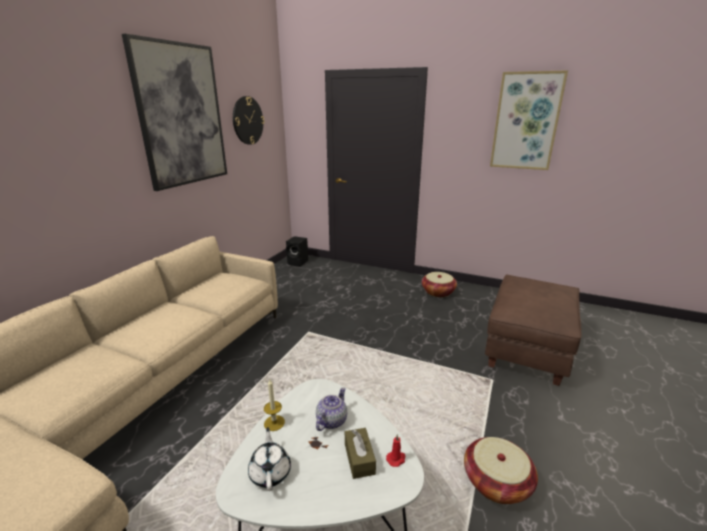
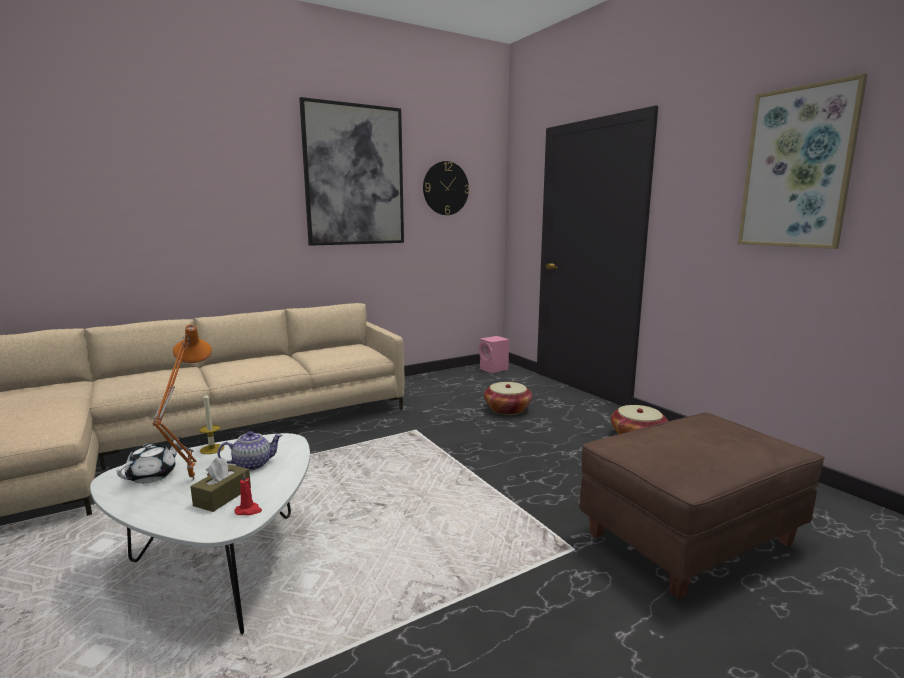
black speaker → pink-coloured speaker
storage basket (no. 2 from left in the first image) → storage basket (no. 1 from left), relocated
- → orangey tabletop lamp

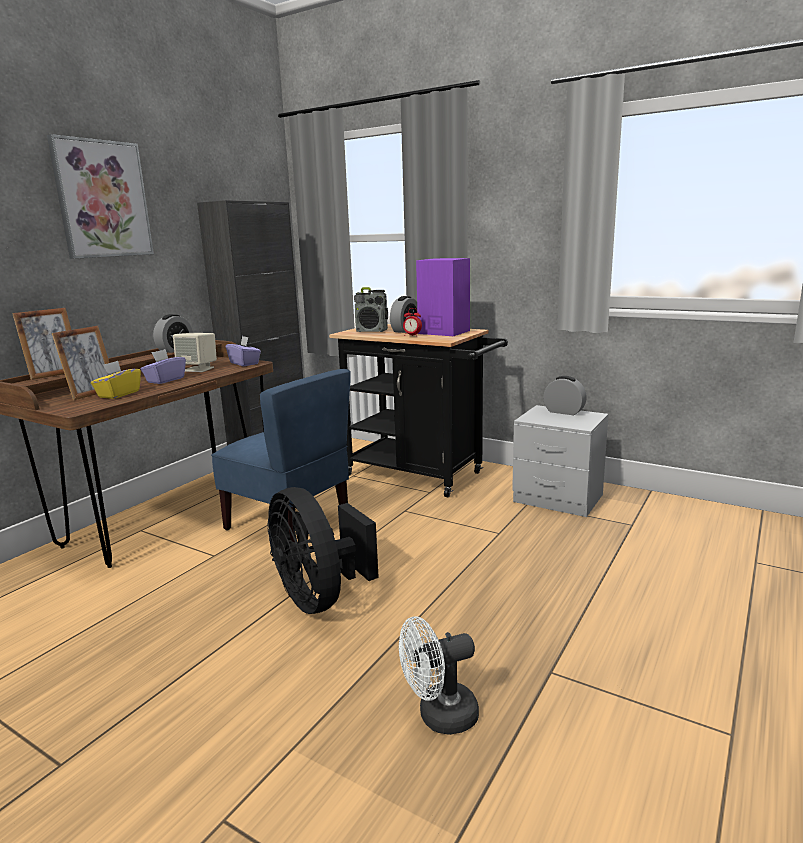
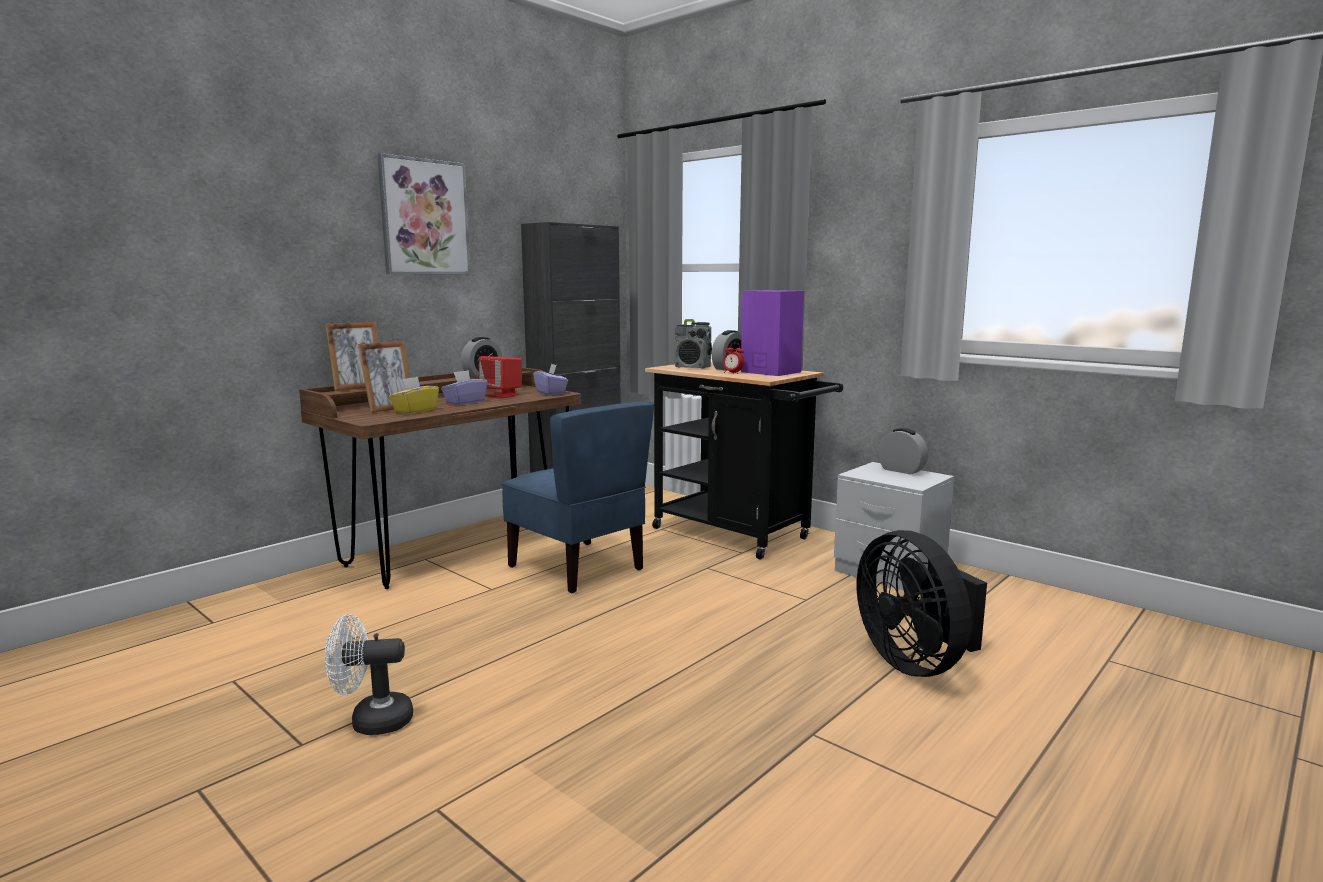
beige speaker → reddish speaker
black fan, relocated
white-coloured fan, relocated

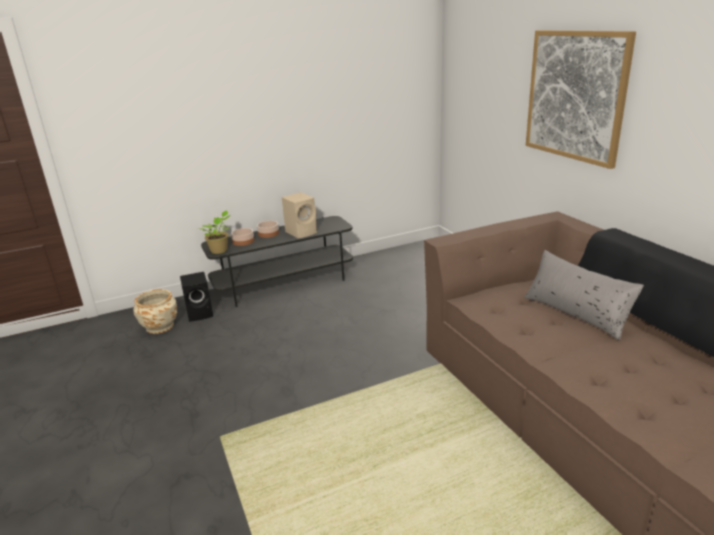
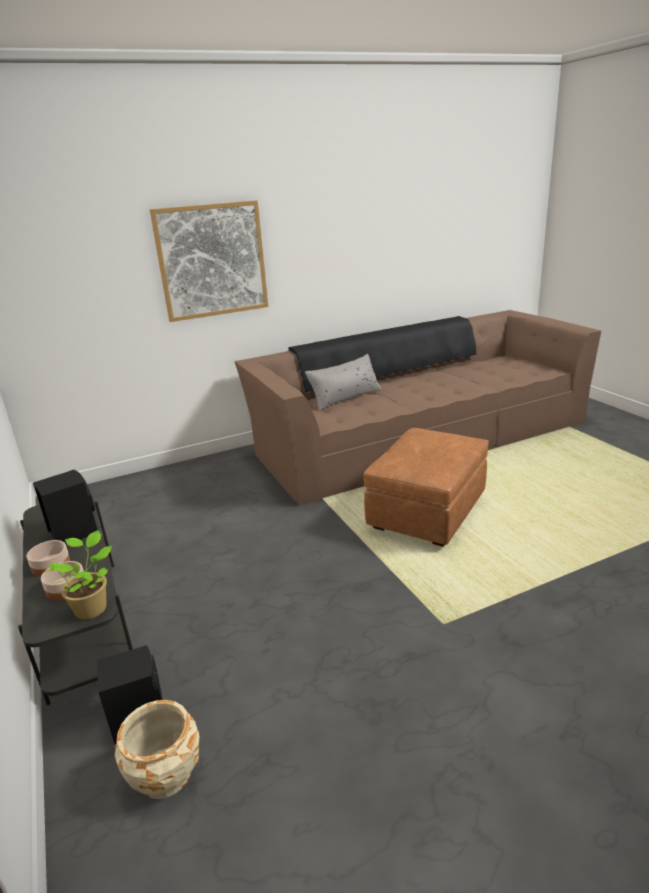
beige speaker → black speaker (no. 1 from left)
- → brown-coloured footrest

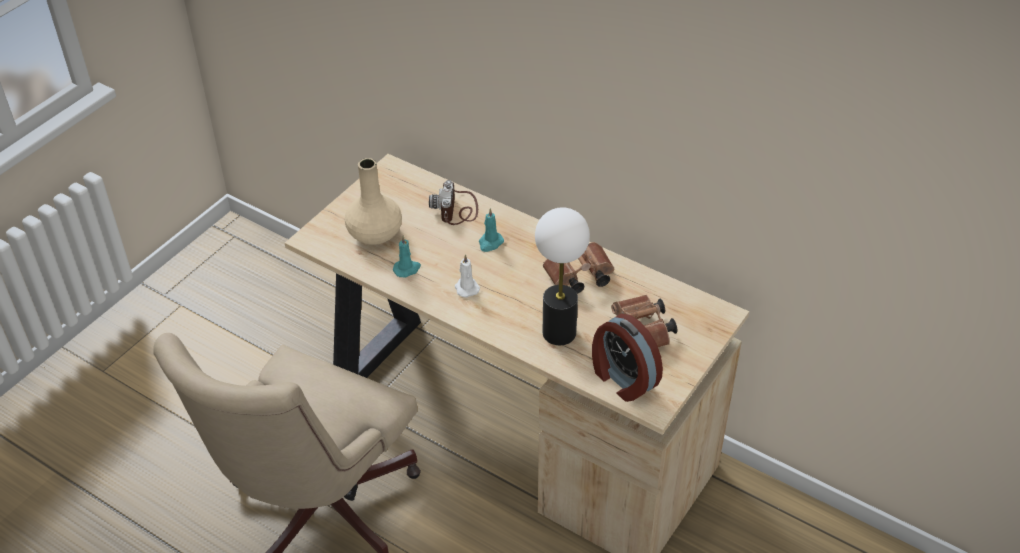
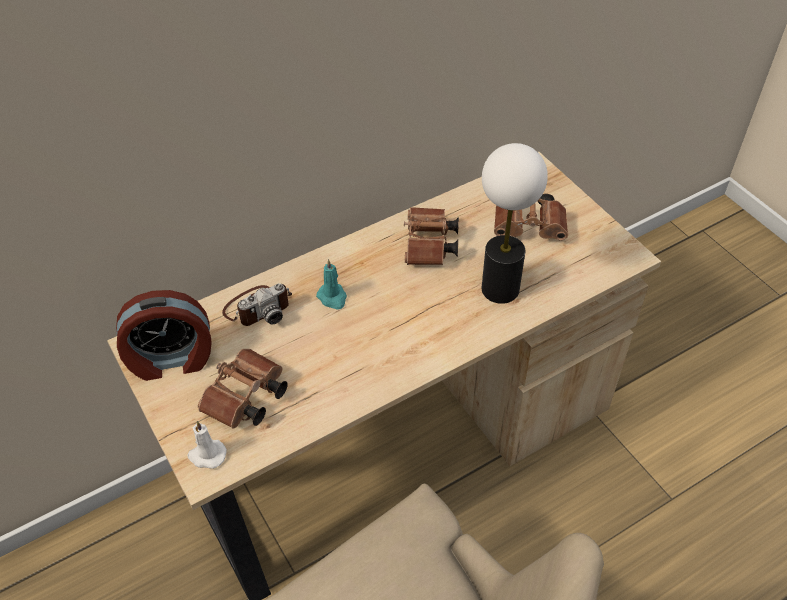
beige flower vase → brown-coloured binoculars (no. 1 from left)
photo camera, 60 degrees counterclockwise
turquoise candle (no. 1 from left) → -
white-coloured candle, relocated
table clock, relocated

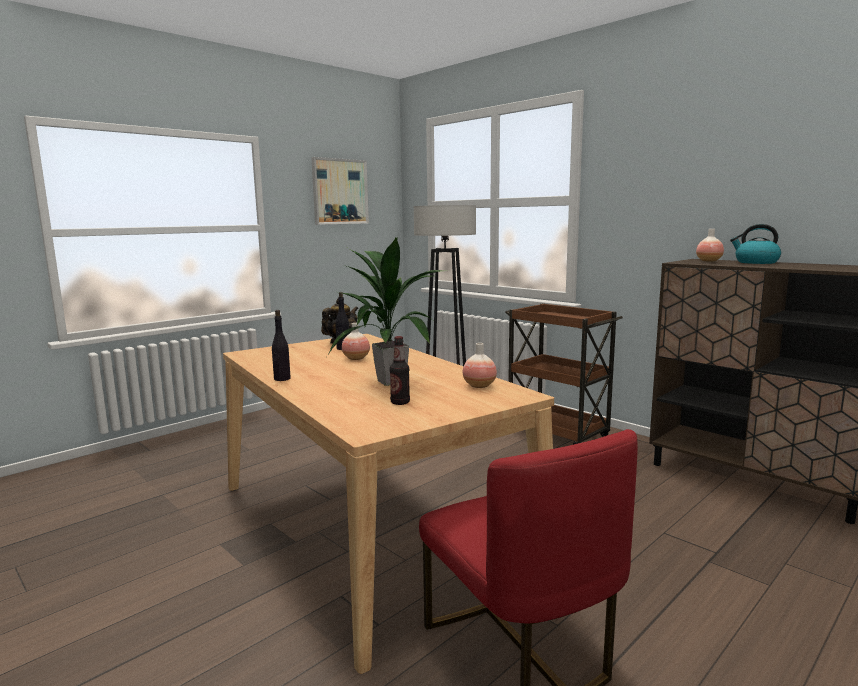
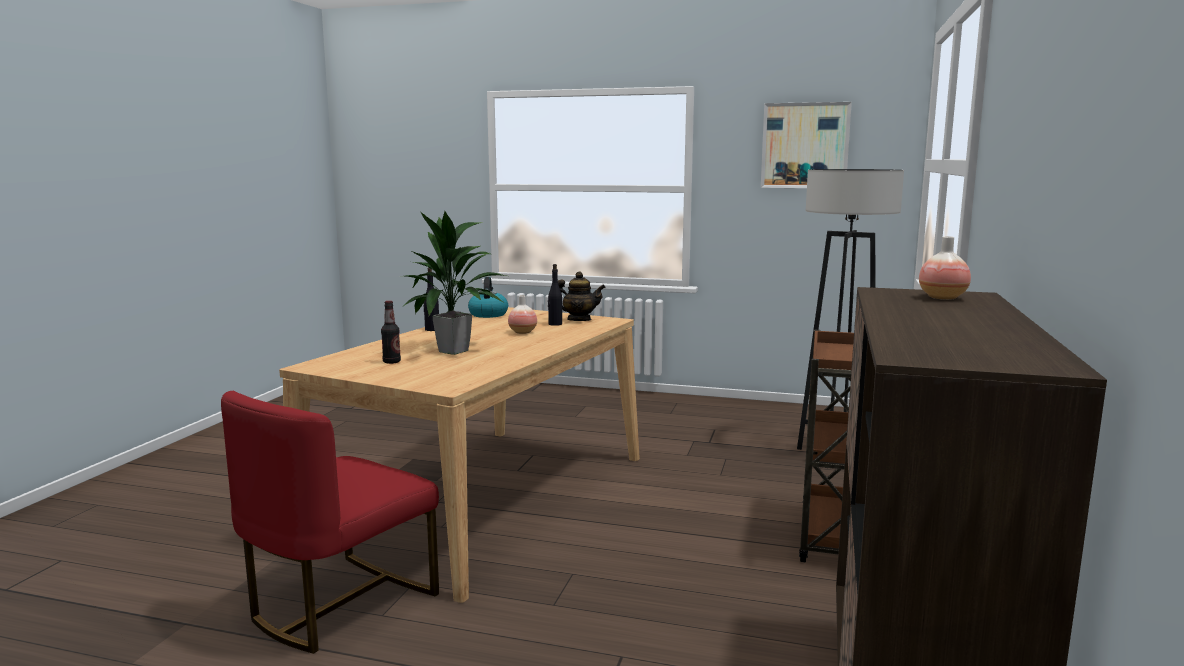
kettle, relocated
flower vase (no. 2 from left) → -

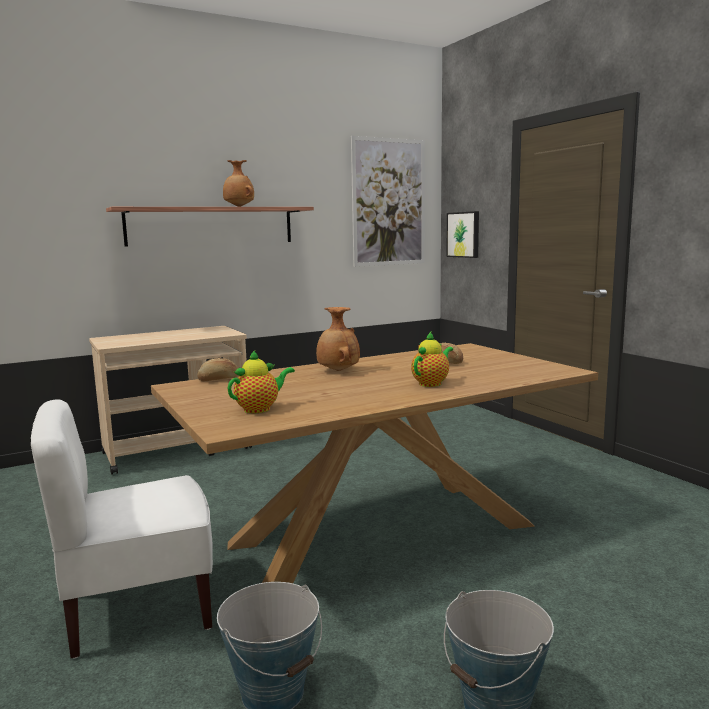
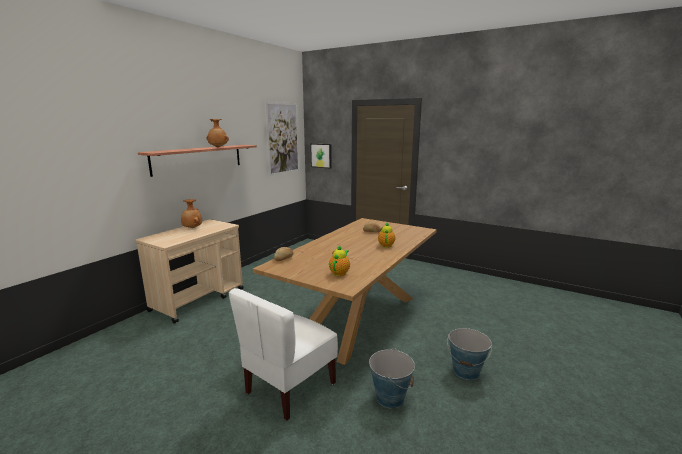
brown-coloured flower vase (no. 2 from left in the first image) → brown-coloured flower vase (no. 1 from left), relocated

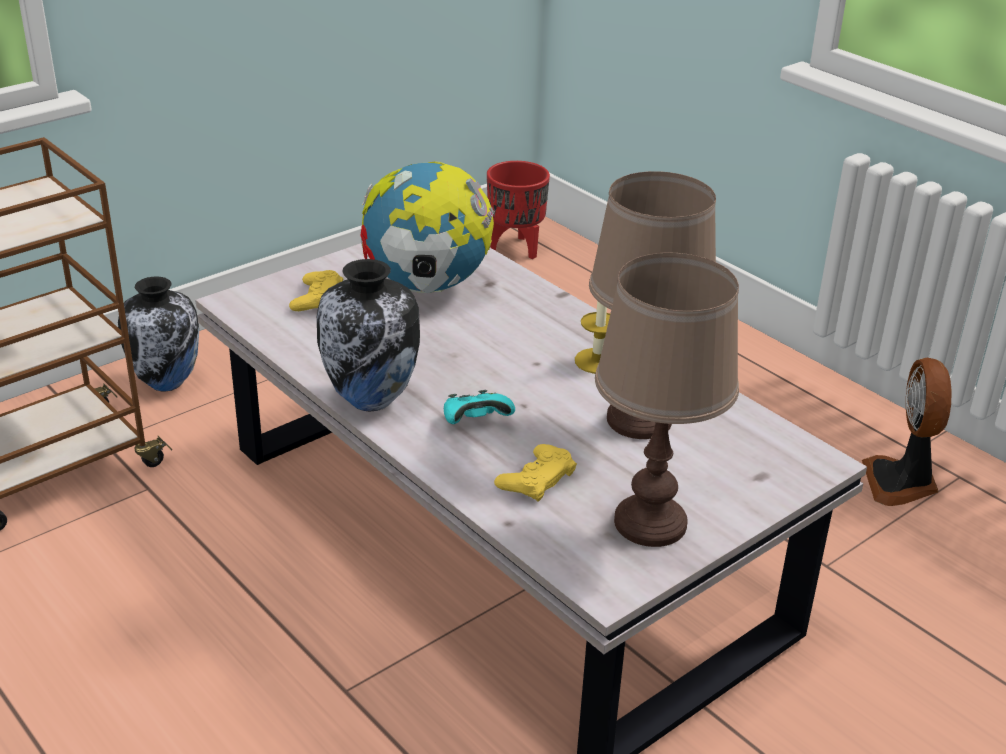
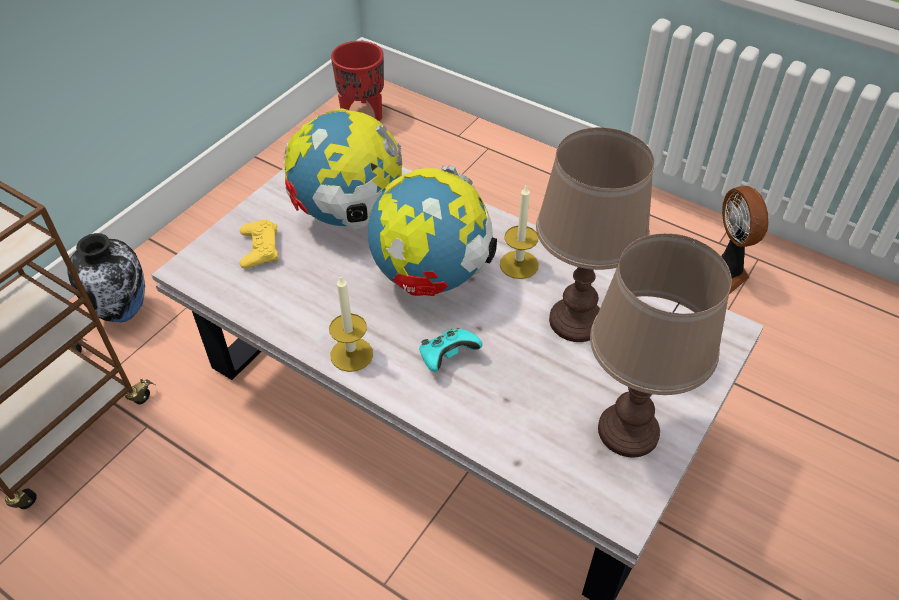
flower vase (no. 2 from left) → candle (no. 1 from left)
yellowish gamepad (no. 2 from left) → -
- → desk globe (no. 2 from left)

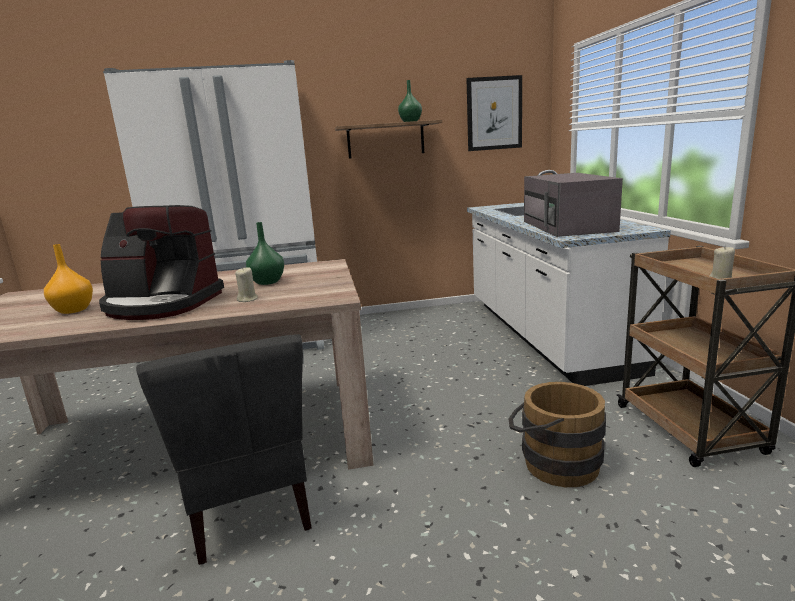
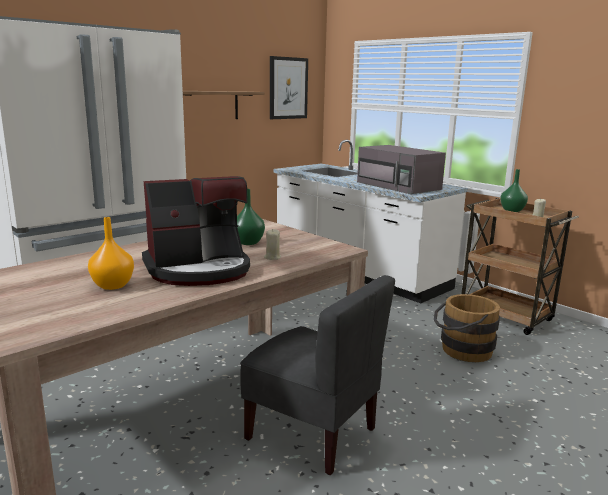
green-coloured flower vase (no. 2 from left), relocated

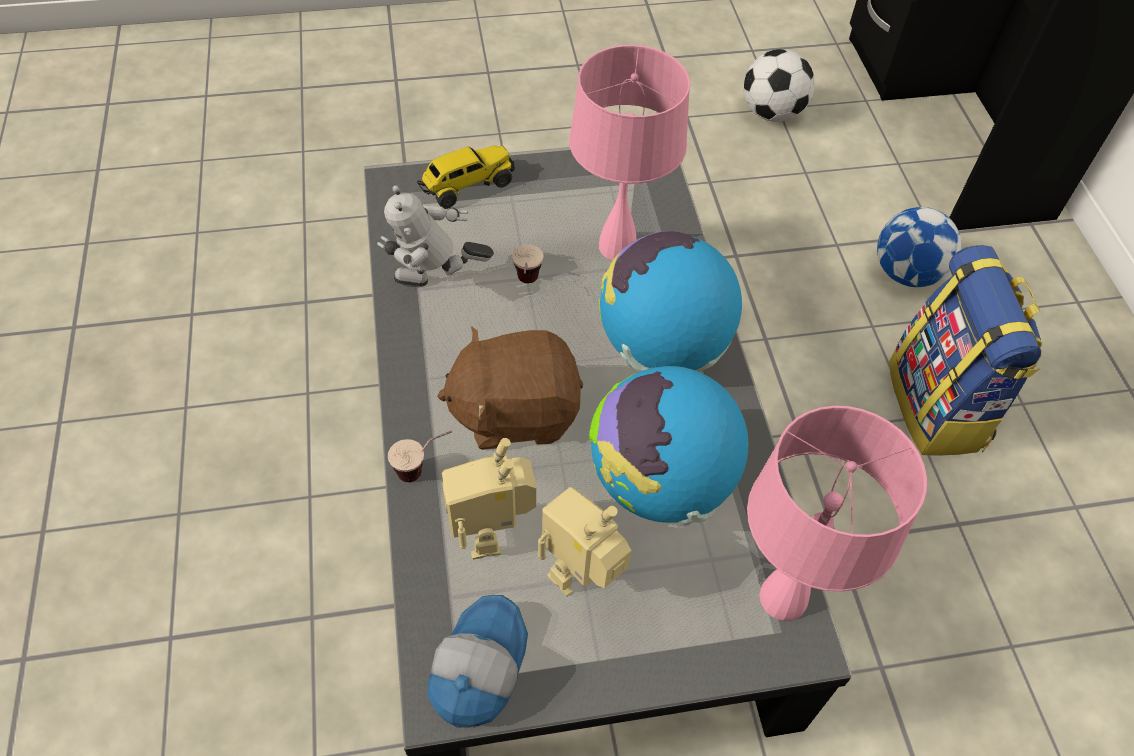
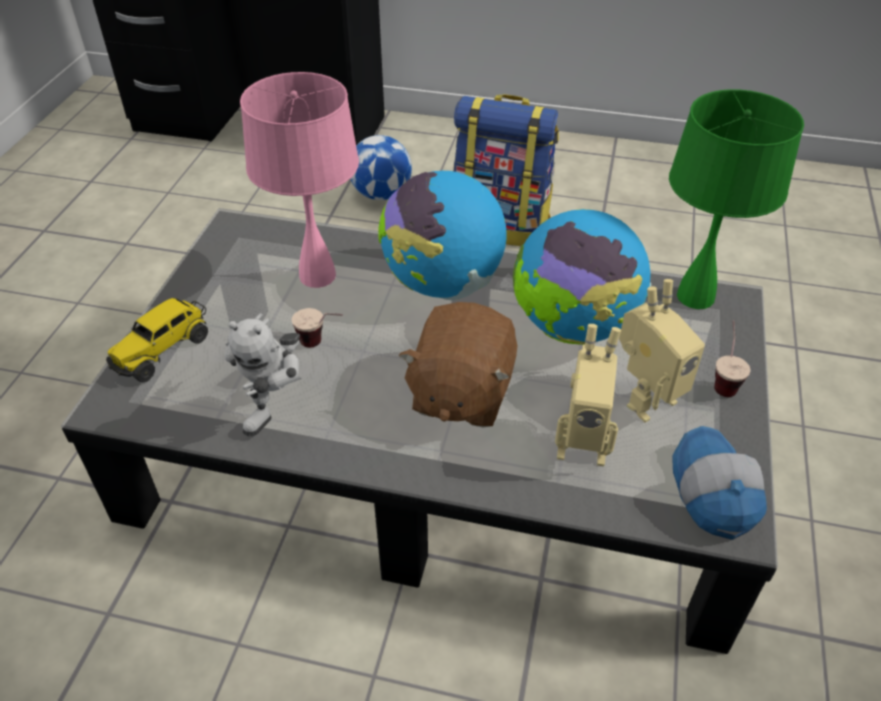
ball for football (no. 1 from left) → -
toy lorry, 135 degrees counterclockwise
pink-coloured tabletop lamp (no. 2 from left) → green-coloured tabletop lamp
small cup (no. 1 from left in the first image) → small cup (no. 2 from left), relocated
toy robot (no. 3 from left), 105 degrees counterclockwise
baseball cap, 45 degrees clockwise

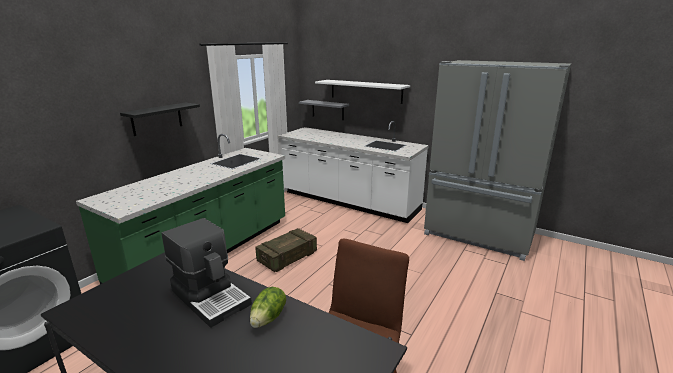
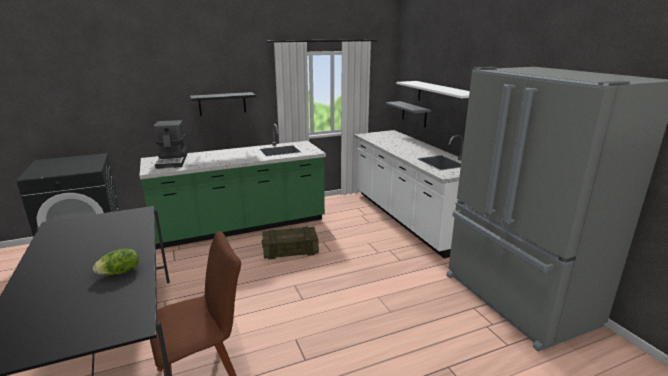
coffee machine, relocated

